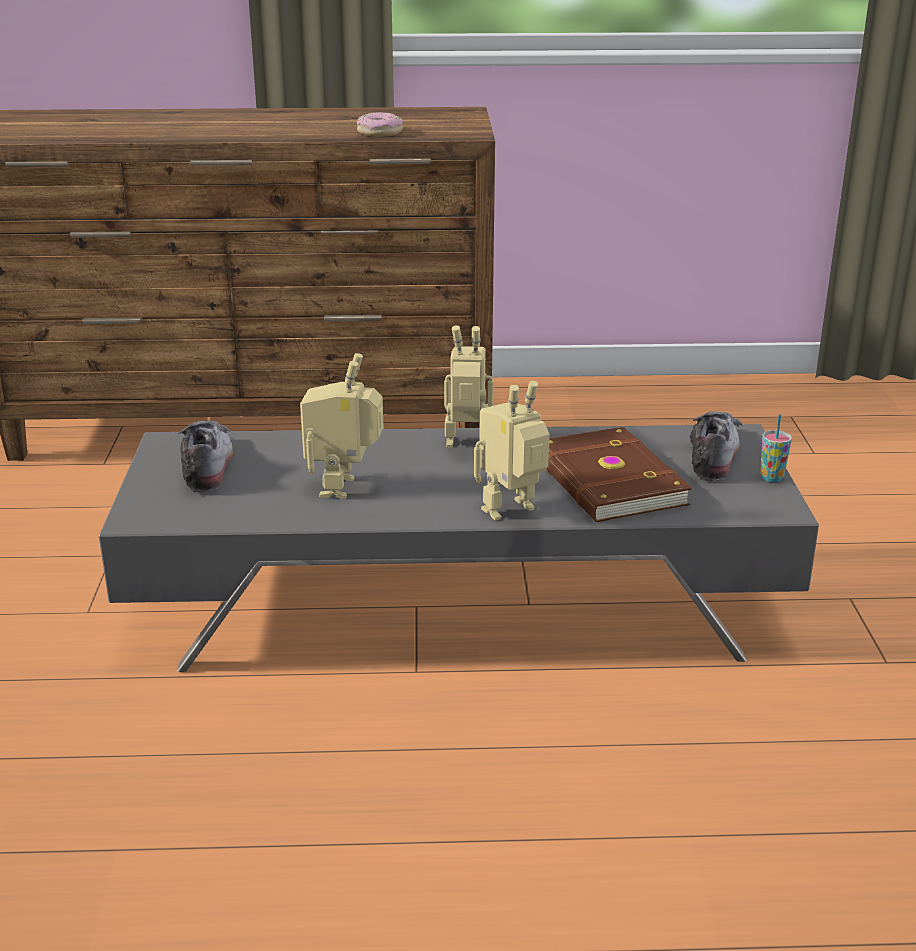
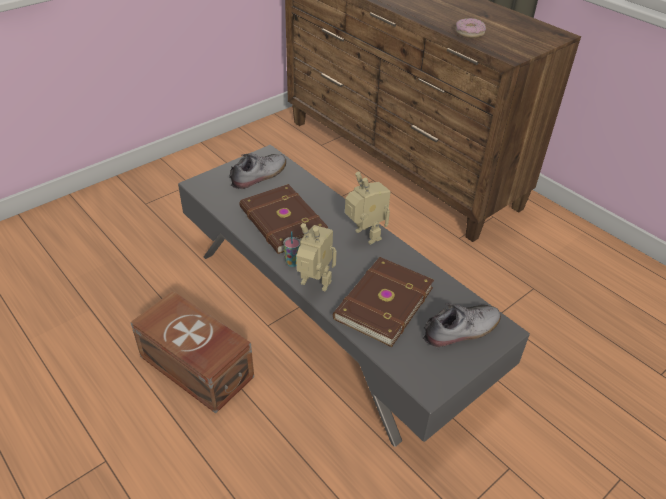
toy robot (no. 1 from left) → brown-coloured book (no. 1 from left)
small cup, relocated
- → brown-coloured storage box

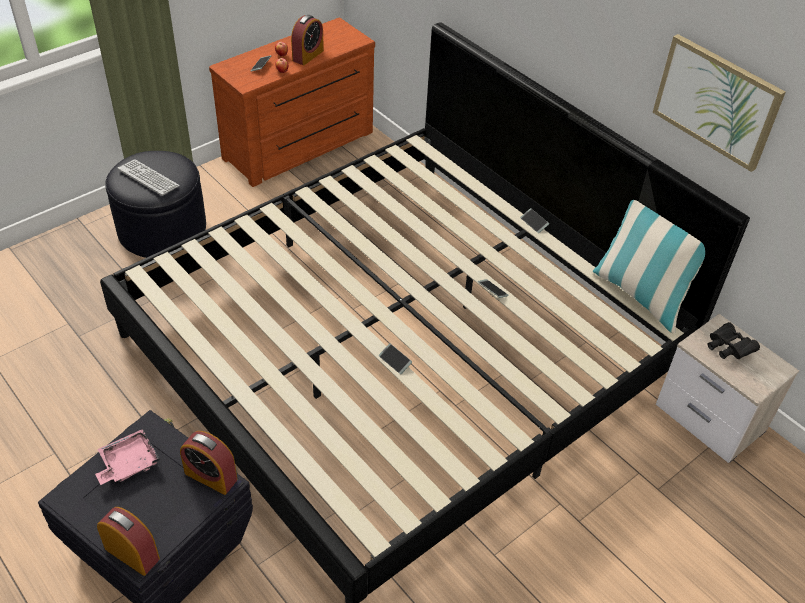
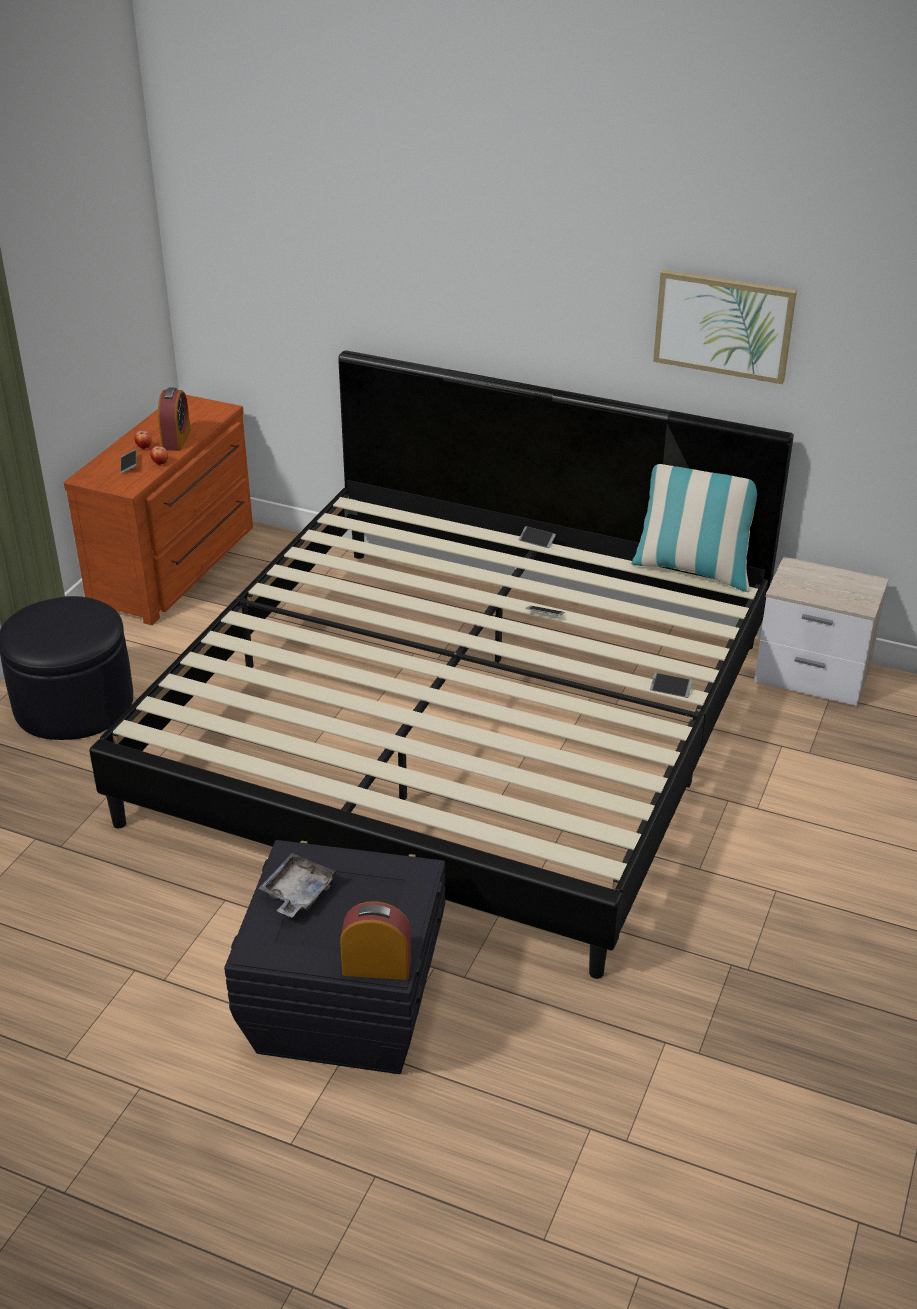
computer keyboard → -
black binoculars → -
phone (no. 2 from left in the first image) → phone (no. 4 from left), relocated
pink-coloured serving tray → greyish serving tray
table clock (no. 2 from left) → -

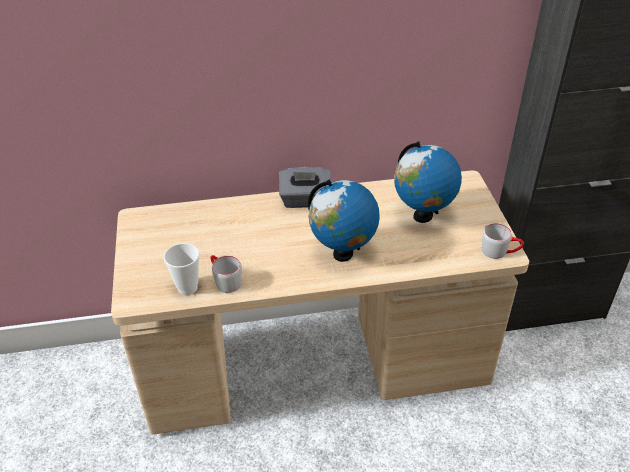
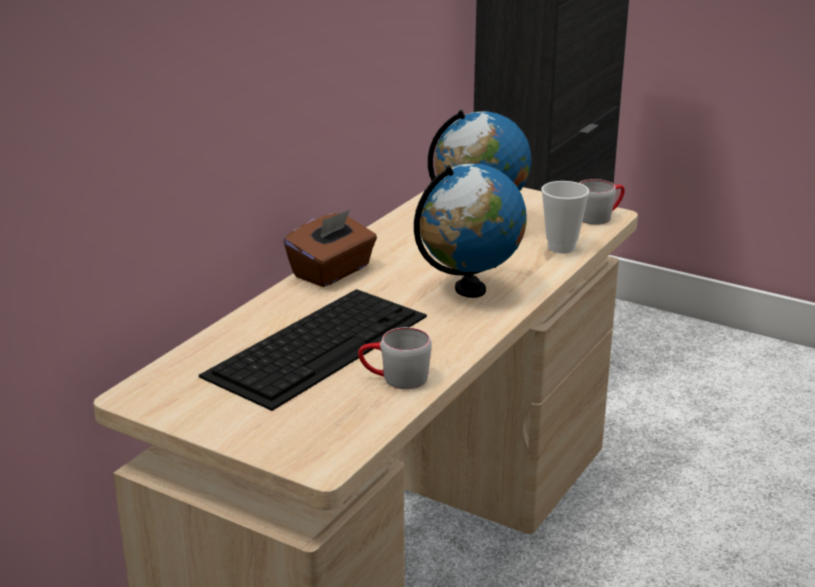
greyish tissue box → brown-coloured tissue box
small cup, relocated
- → computer keyboard

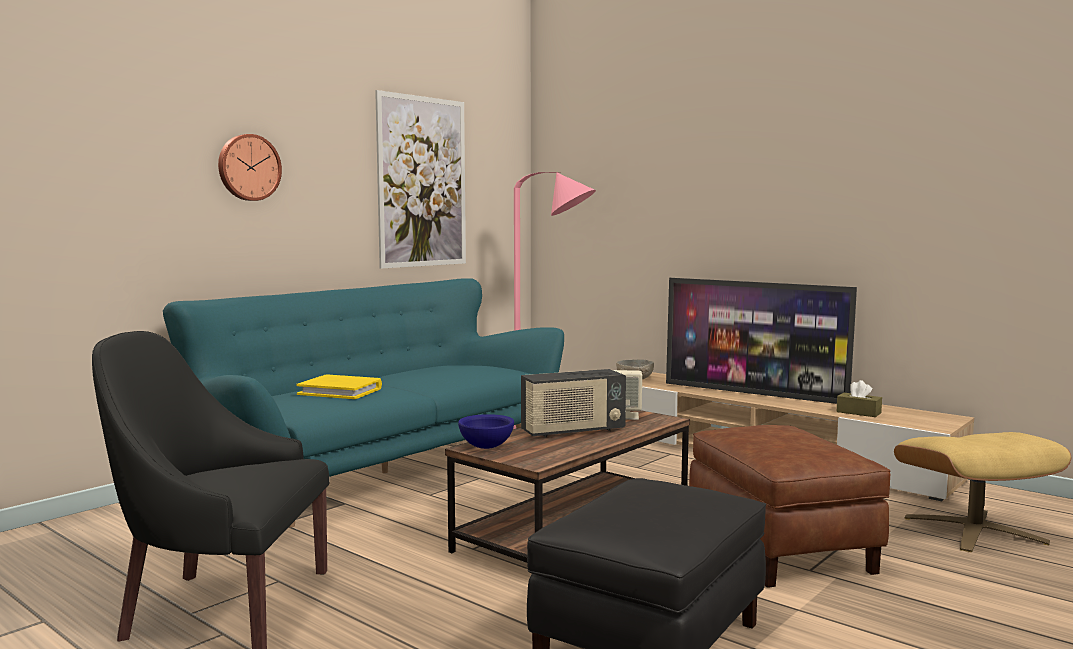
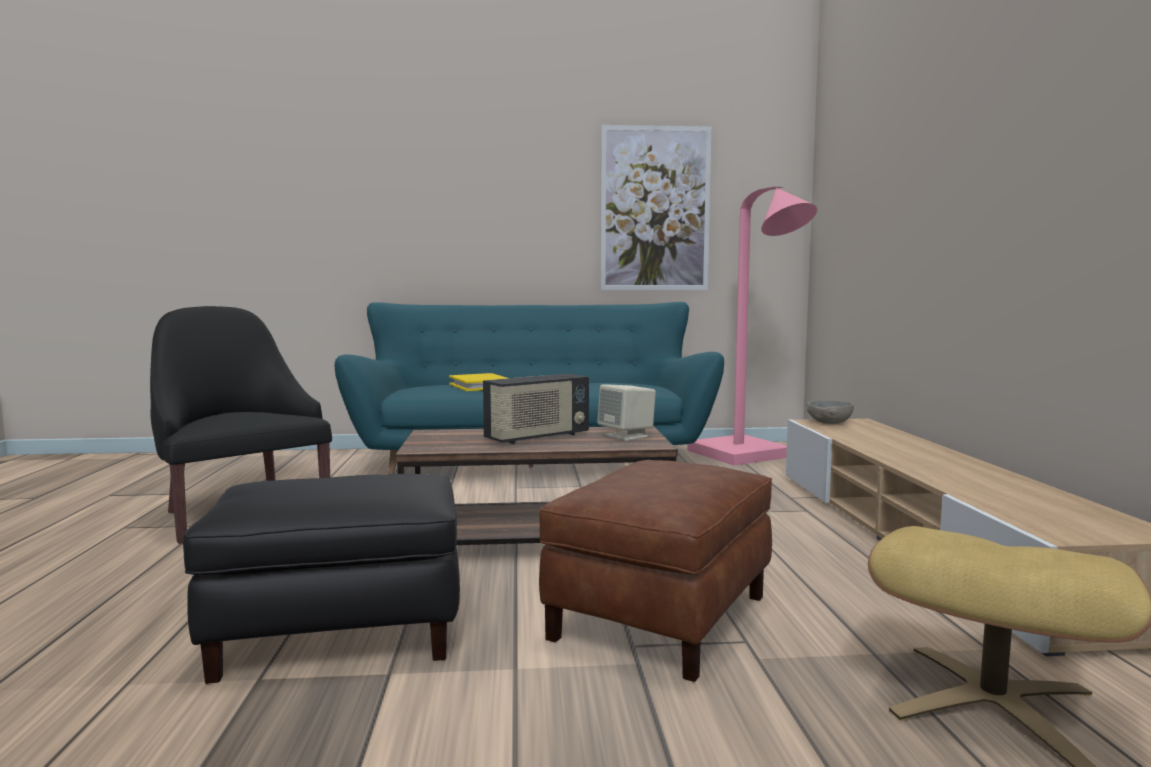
clock on the wall → -
TV → -
radio receiver, 60 degrees counterclockwise
brown-coloured tissue box → -
bluish bowl → -

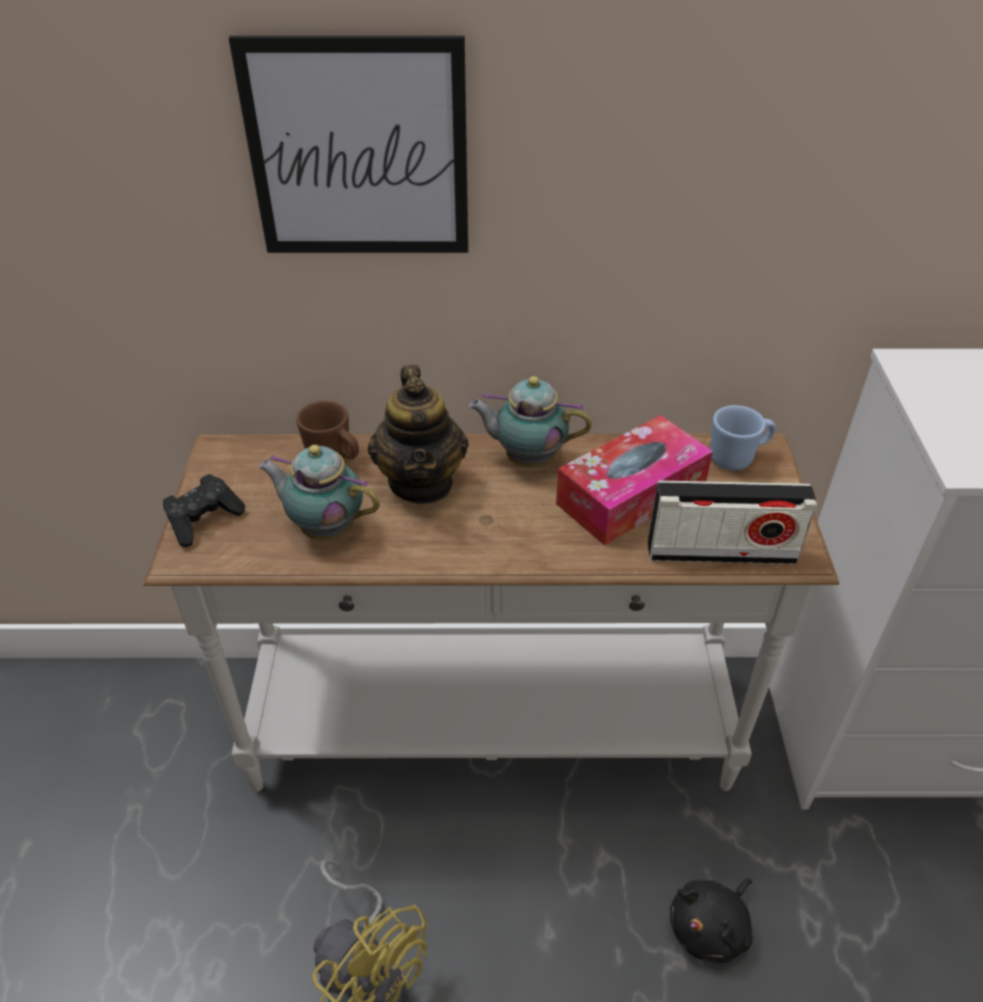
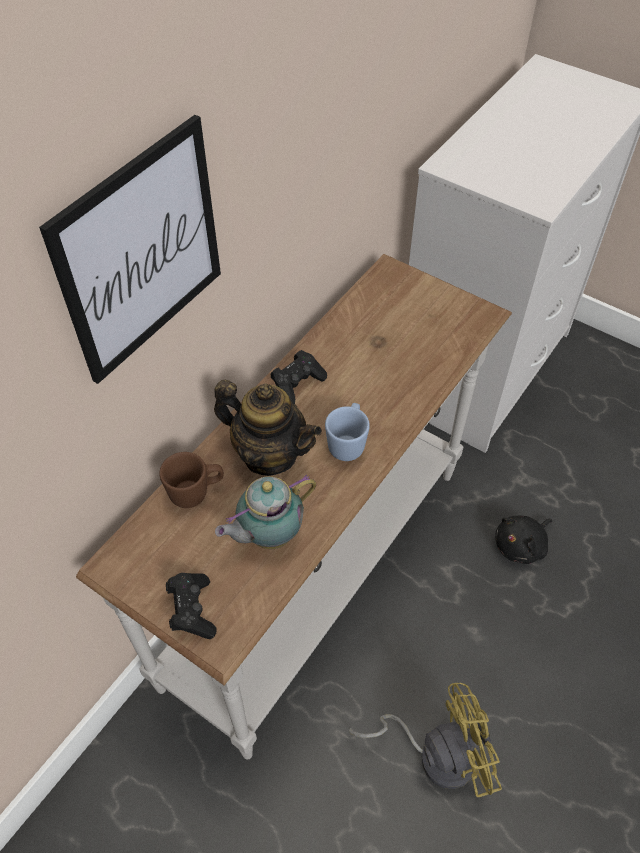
tea pot (no. 3 from left) → black gamepad (no. 2 from left)
bluish mug, relocated
tissue box → -
radio receiver → -
black plush toy, 60 degrees clockwise

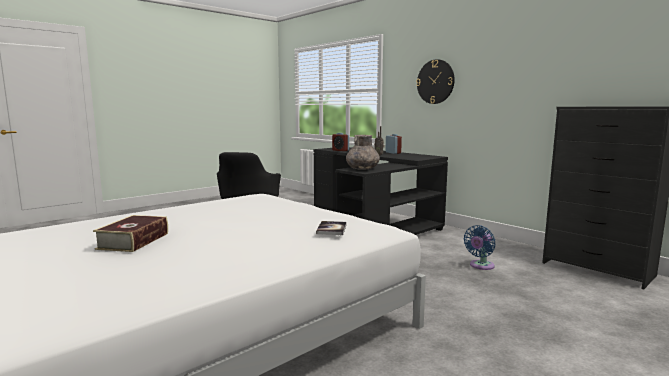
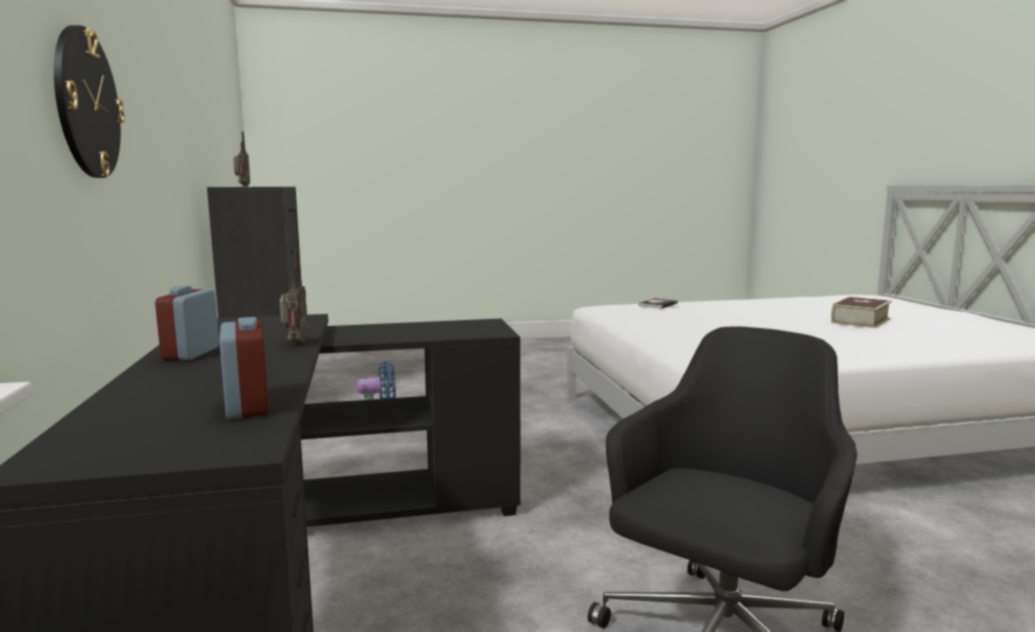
greyish flower vase → -
- → radio receiver (no. 1 from left)

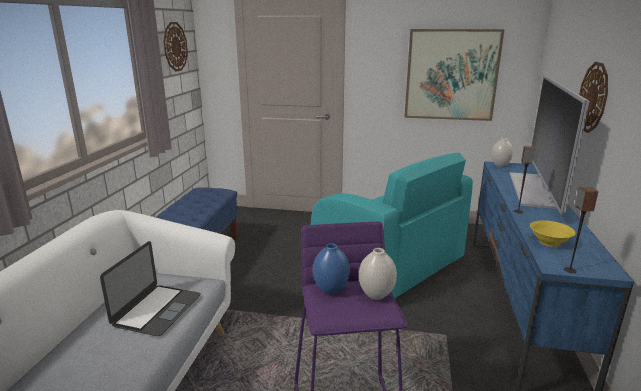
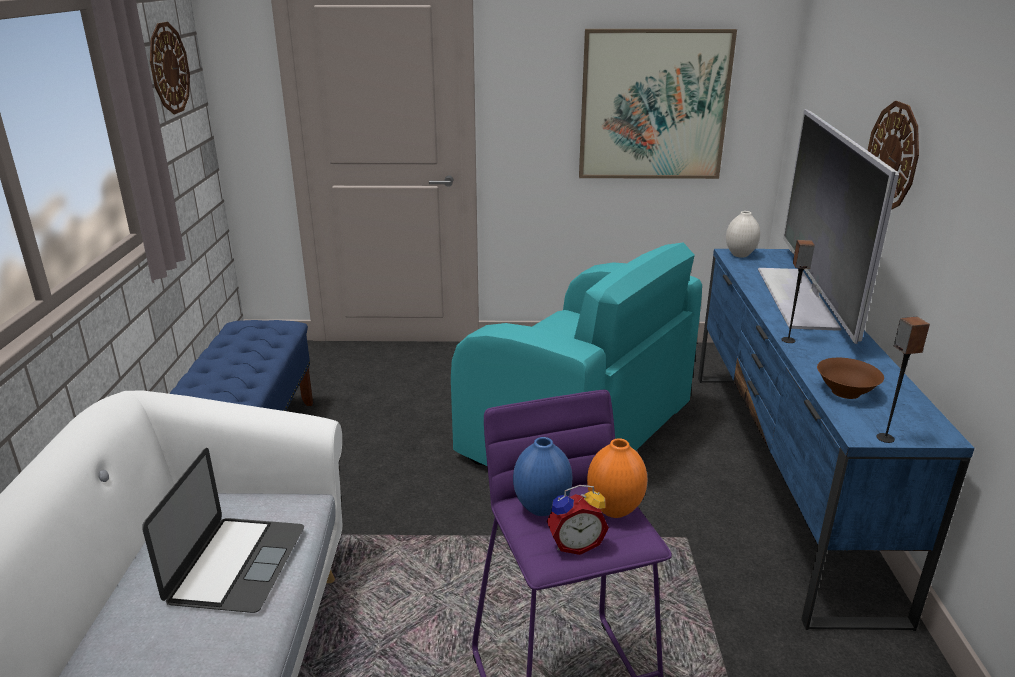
yellowish bowl → brown-coloured bowl
white-coloured flower vase (no. 1 from left) → orangey flower vase
- → table clock

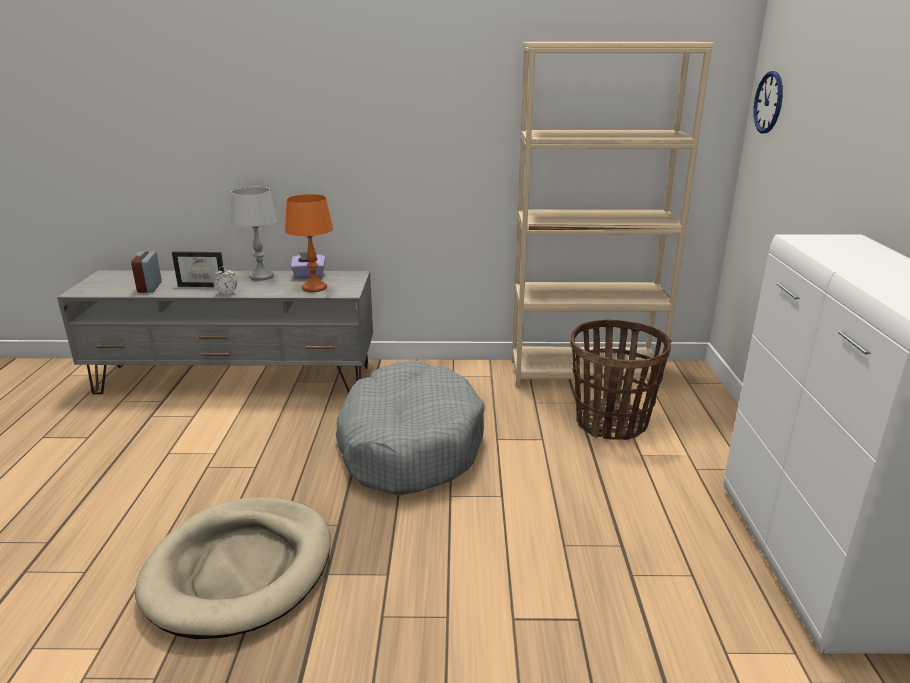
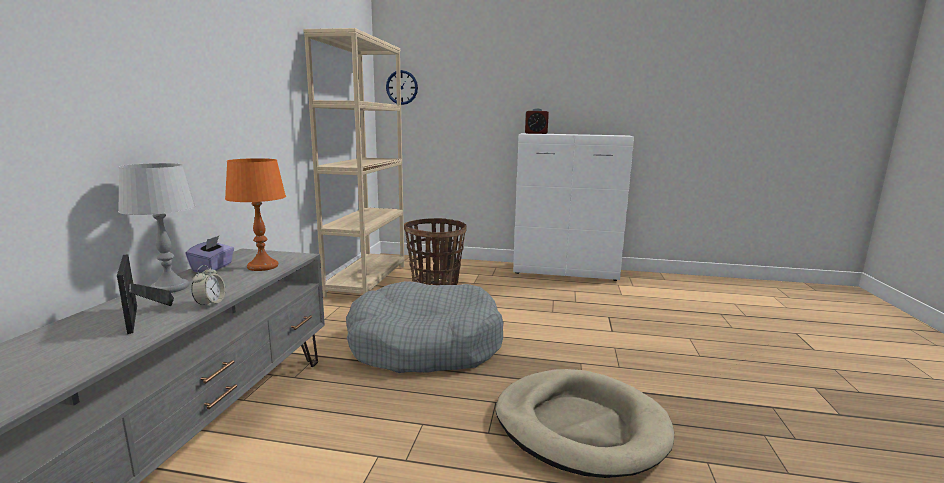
table clock (no. 1 from left in the first image) → table clock (no. 2 from left), relocated
picture frame, 135 degrees clockwise

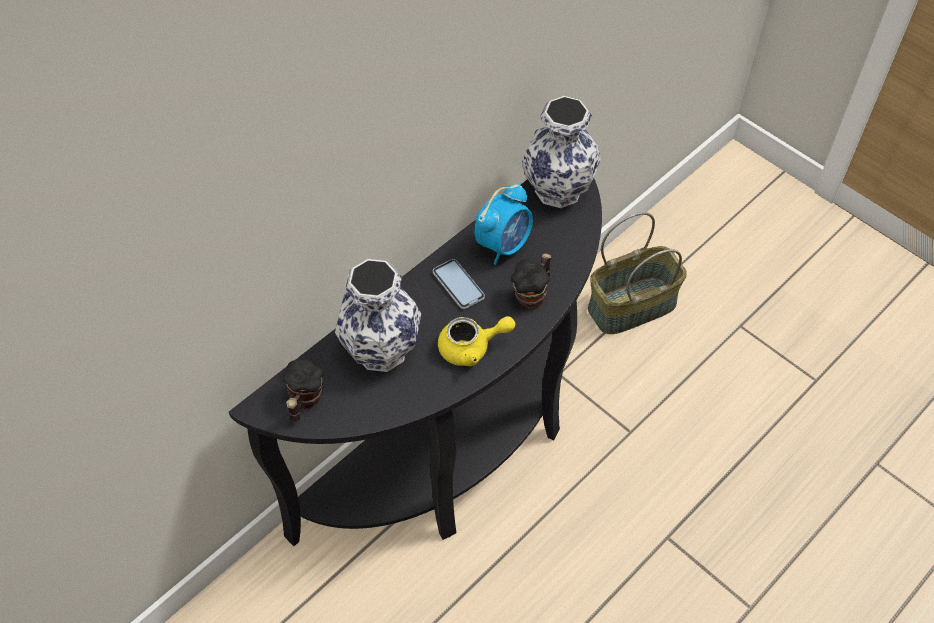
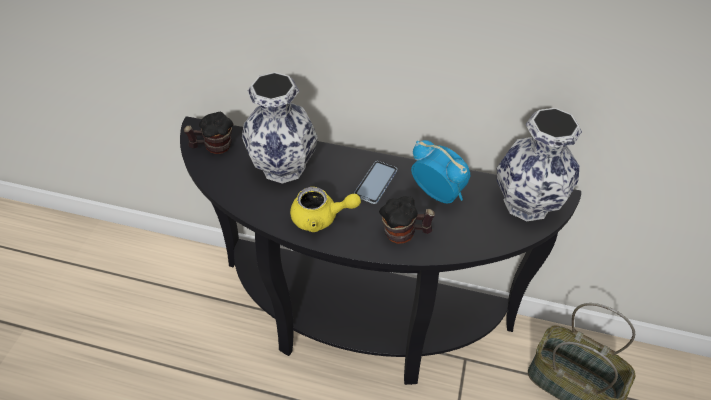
table clock, 150 degrees counterclockwise
yellowish tea pot, 45 degrees counterclockwise

